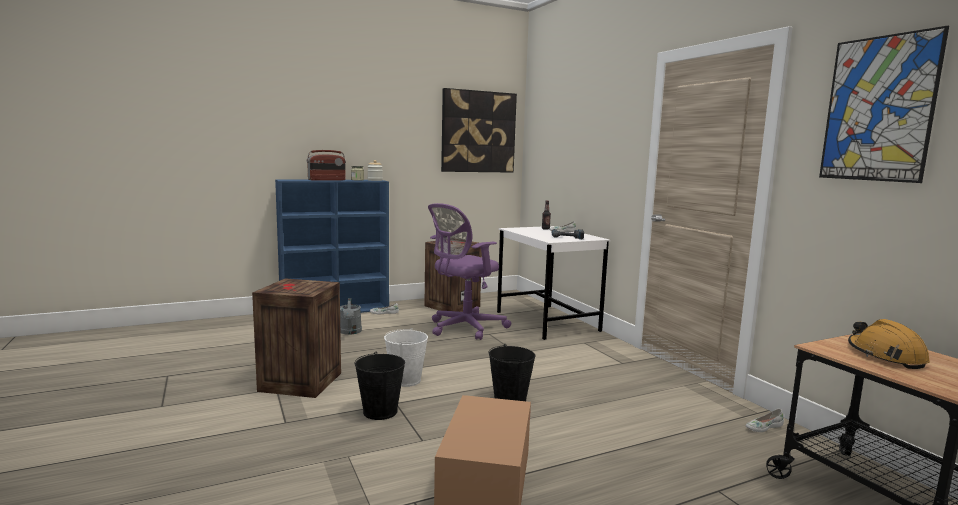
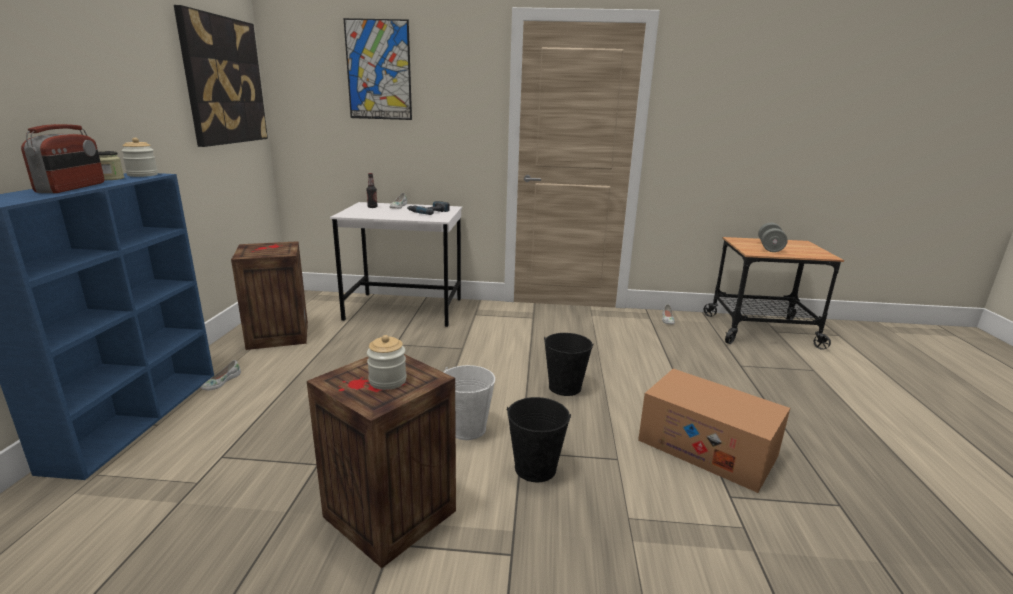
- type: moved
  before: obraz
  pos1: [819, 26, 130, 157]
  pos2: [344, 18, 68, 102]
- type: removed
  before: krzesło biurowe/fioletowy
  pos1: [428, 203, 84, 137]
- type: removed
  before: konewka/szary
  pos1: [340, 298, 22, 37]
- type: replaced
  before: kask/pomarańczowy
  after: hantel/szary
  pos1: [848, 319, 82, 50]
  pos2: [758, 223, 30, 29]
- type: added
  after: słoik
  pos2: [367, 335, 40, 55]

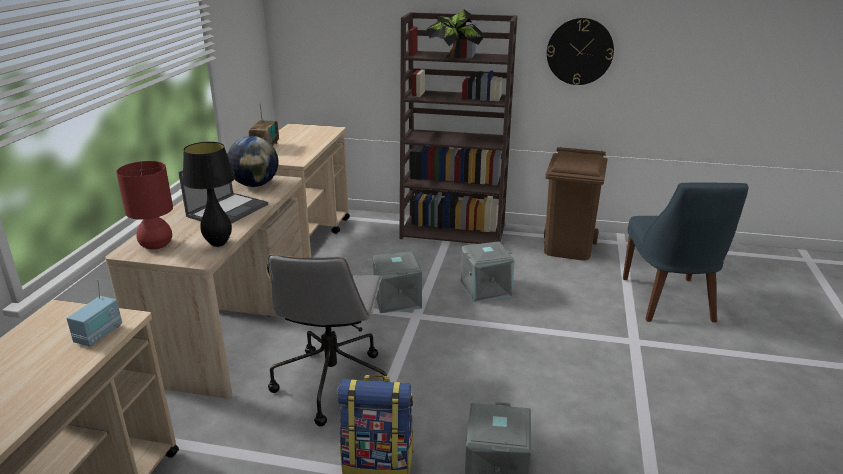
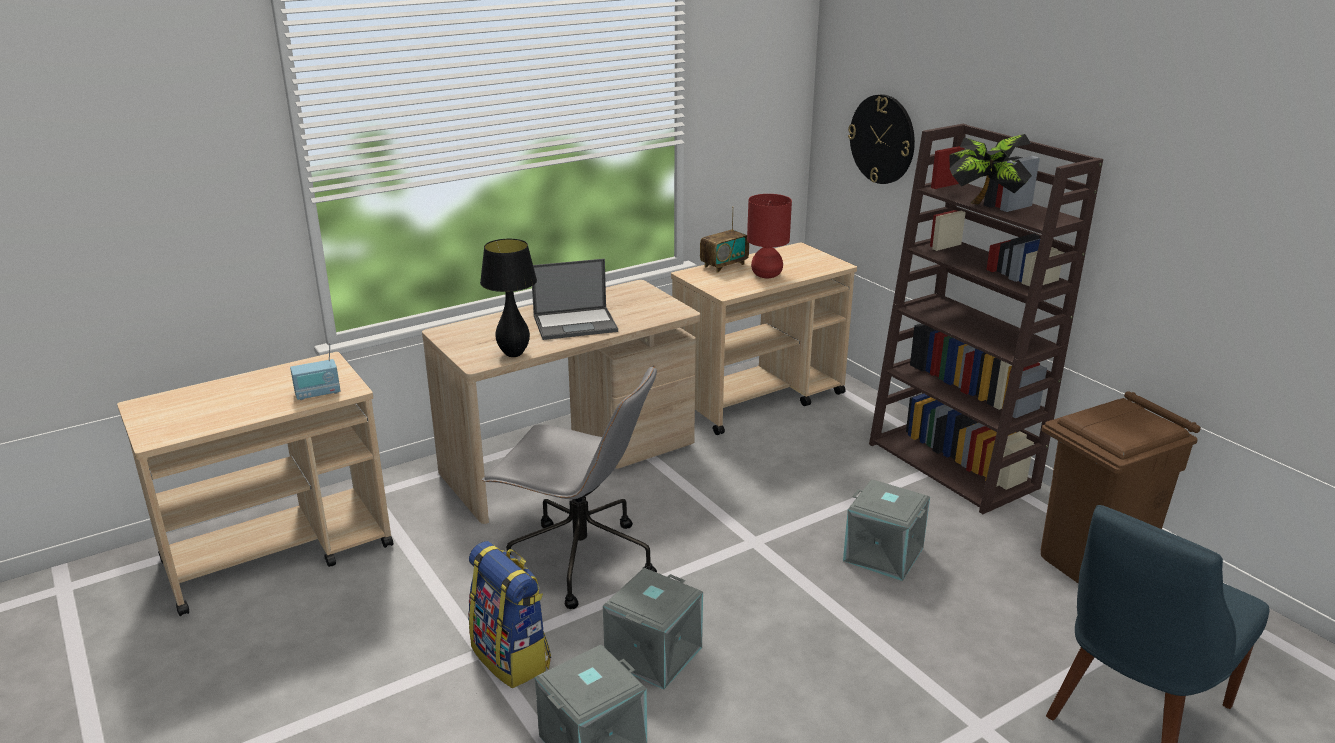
- type: moved
  before: zegar ścienny
  pos1: [547, 18, 67, 67]
  pos2: [848, 94, 67, 90]
- type: removed
  before: globus
  pos1: [228, 136, 50, 51]
- type: moved
  before: lampa stołowa/czerwony
  pos1: [116, 161, 57, 88]
  pos2: [747, 194, 45, 84]
- type: moved
  before: pojemnik do przechowywania/szary
  pos1: [373, 251, 49, 62]
  pos2: [603, 568, 100, 122]
- type: turned
  before: krzesło biurowe/szary
  pos1: [268, 254, 119, 172]
  pos2: [482, 365, 175, 244]
  turn: -120

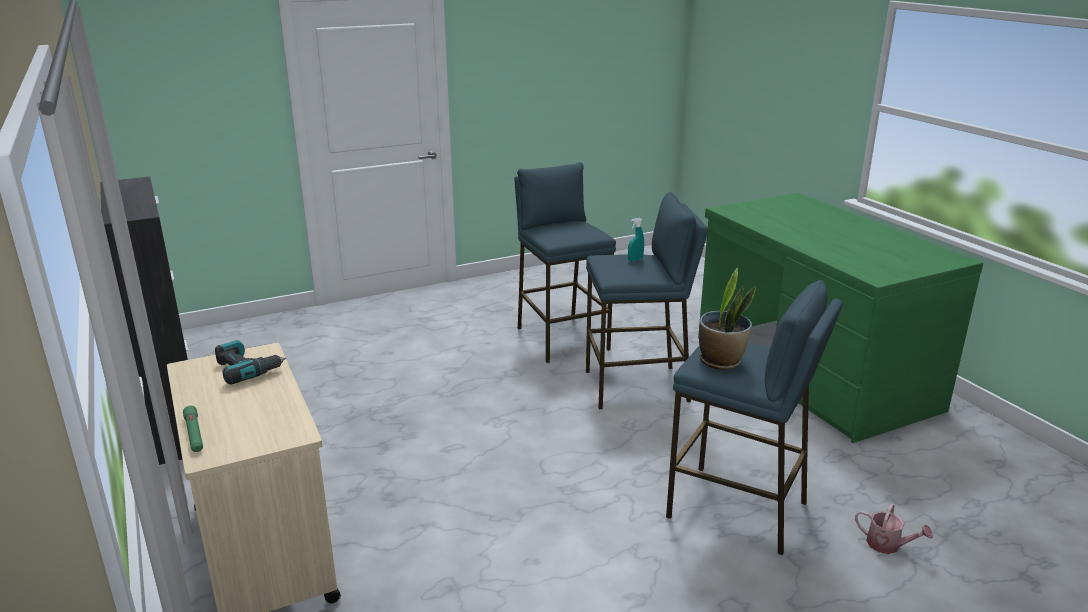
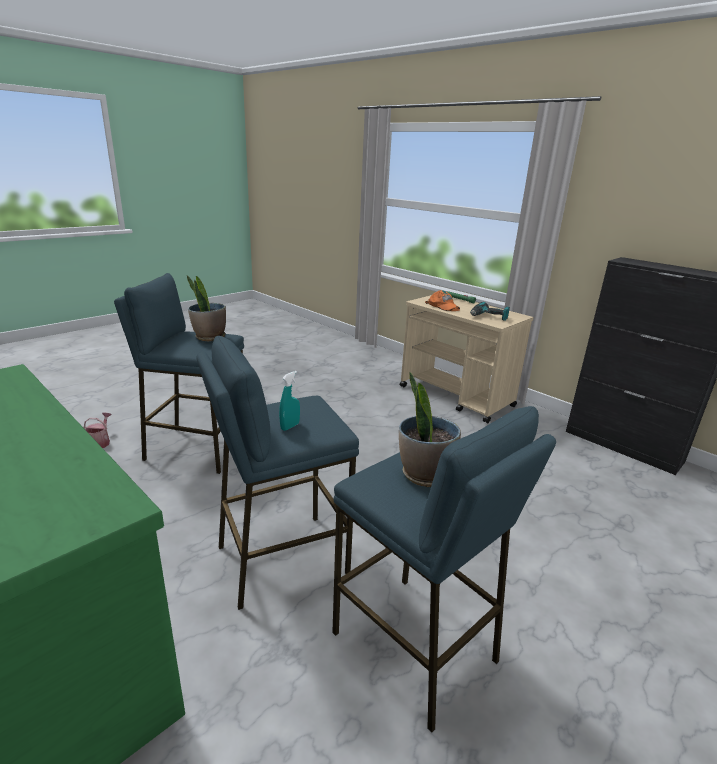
- type: turned
  before: konewka
  pos1: [855, 504, 78, 50]
  pos2: [84, 412, 27, 36]
  turn: 75
- type: added
  after: czapka z daszkiem/pomarańczowy
  pos2: [425, 290, 35, 21]
- type: added
  after: roślina doniczkowa
  pos2: [399, 372, 62, 115]

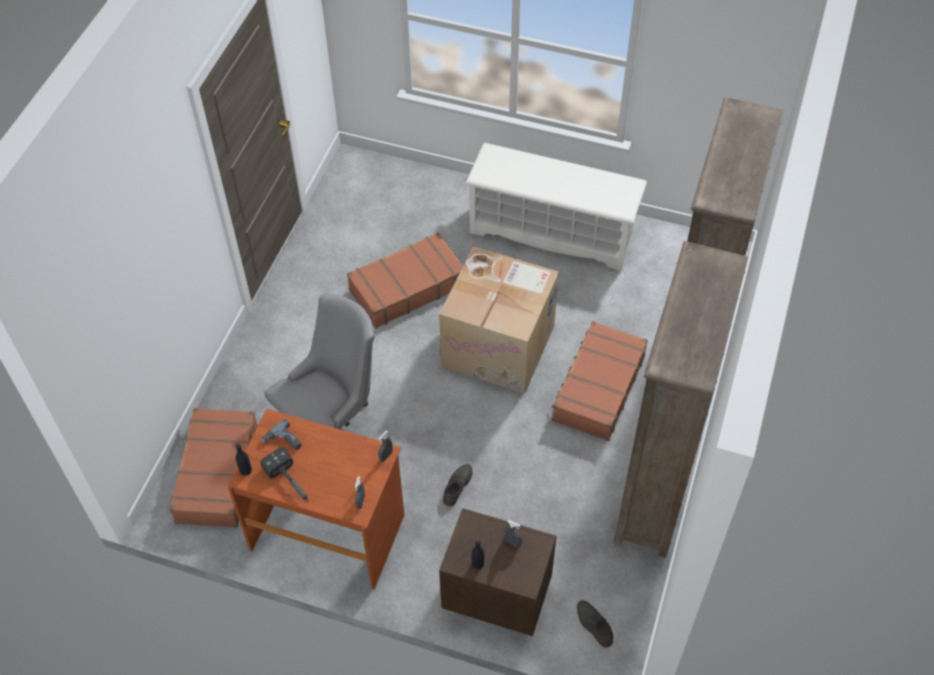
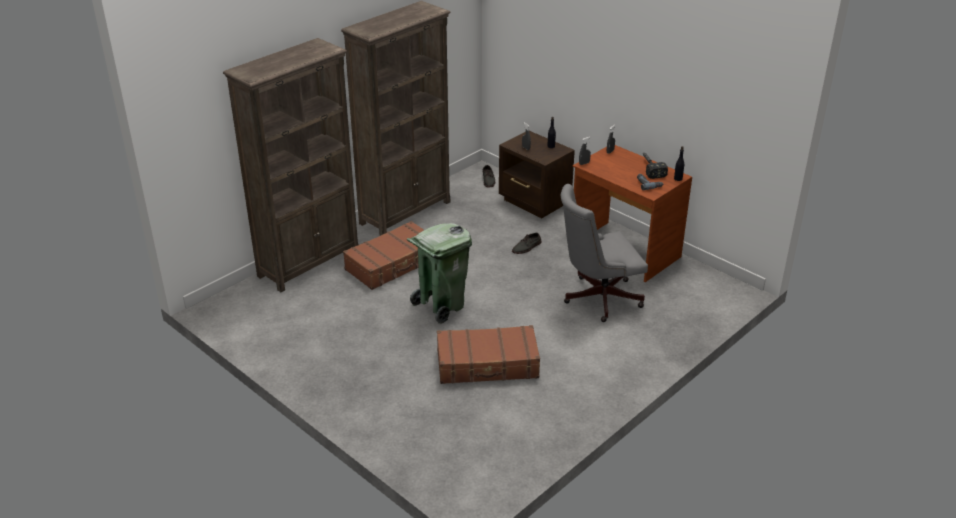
- type: removed
  before: regał na buty/biały
  pos1: [466, 143, 181, 128]
- type: replaced
  before: karton
  after: kosz na śmieci/zielony
  pos1: [439, 246, 120, 148]
  pos2: [407, 223, 65, 101]
- type: removed
  before: walizka/brązowy
  pos1: [169, 408, 89, 120]

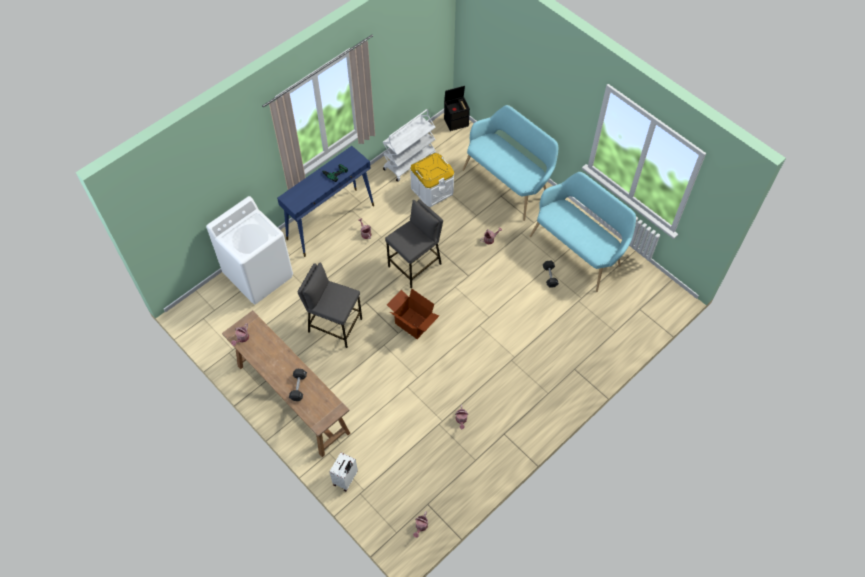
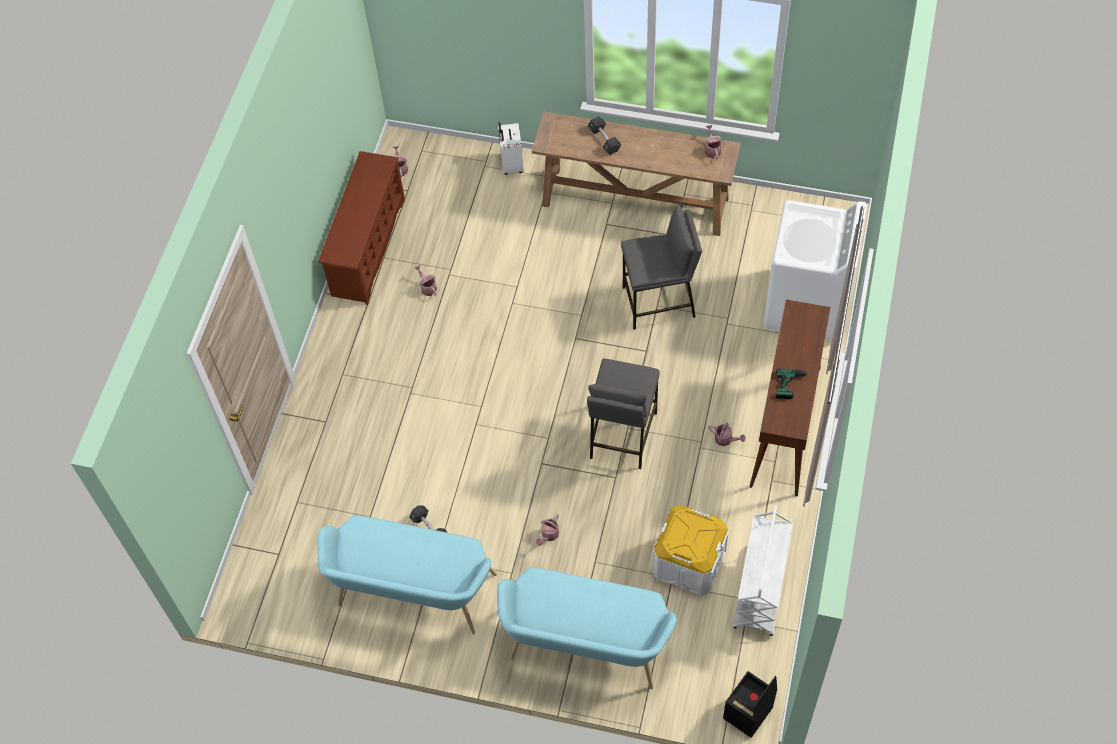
- type: recoloured
  before: stolik konsolowy/niebieski
  after: stolik konsolowy/brązowy
  pos1: [277, 146, 97, 111]
  pos2: [749, 300, 81, 197]
- type: removed
  before: karton
  pos1: [387, 288, 52, 51]
- type: added
  after: regał na buty/brązowy
  pos2: [318, 151, 87, 154]

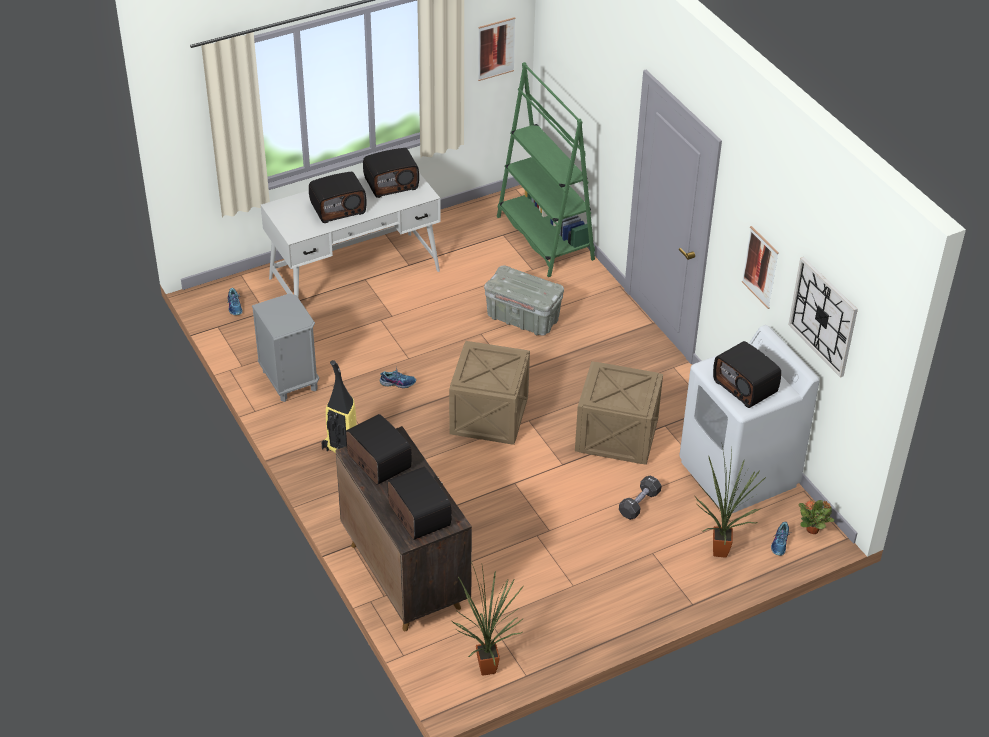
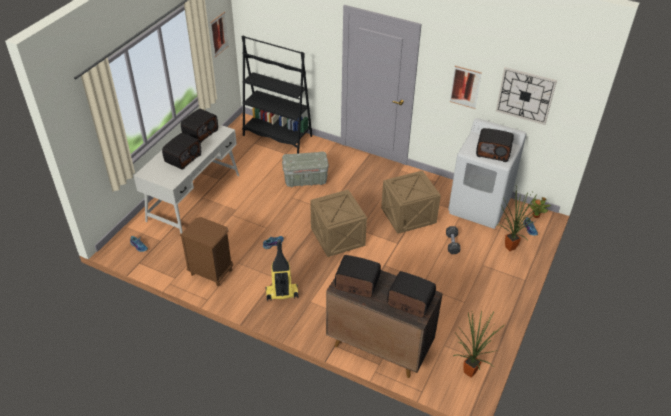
- type: recoloured
  before: regał/zielony
  after: regał/czarny
  pos1: [497, 62, 98, 215]
  pos2: [241, 35, 71, 119]
- type: recoloured
  before: szafka nocna/szary
  after: szafka nocna/brązowy
  pos1: [252, 294, 67, 108]
  pos2: [180, 217, 53, 69]

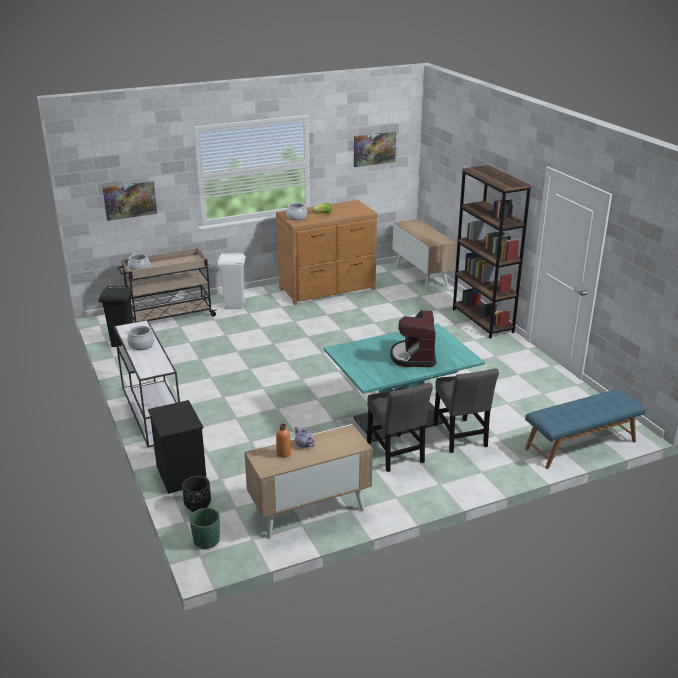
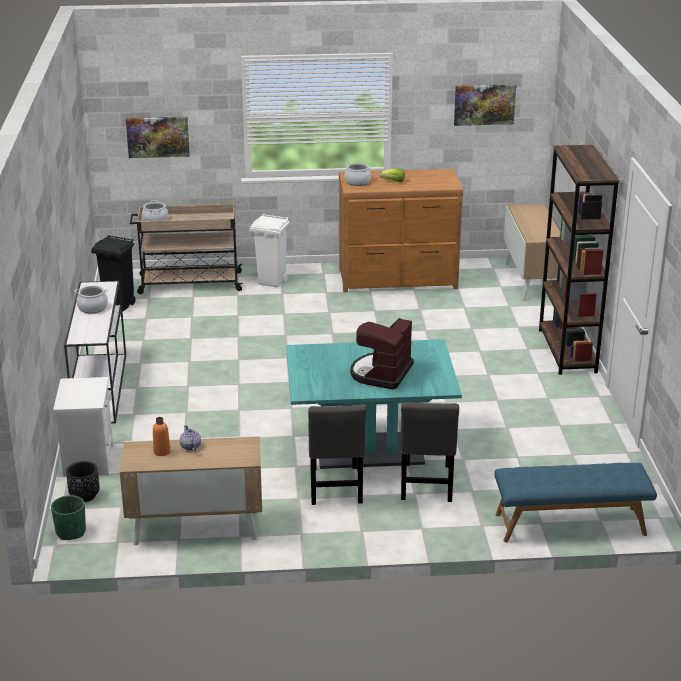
- type: recoloured
  before: szafka nocna/czarny
  after: szafka nocna/biały
  pos1: [148, 400, 59, 94]
  pos2: [53, 377, 60, 100]

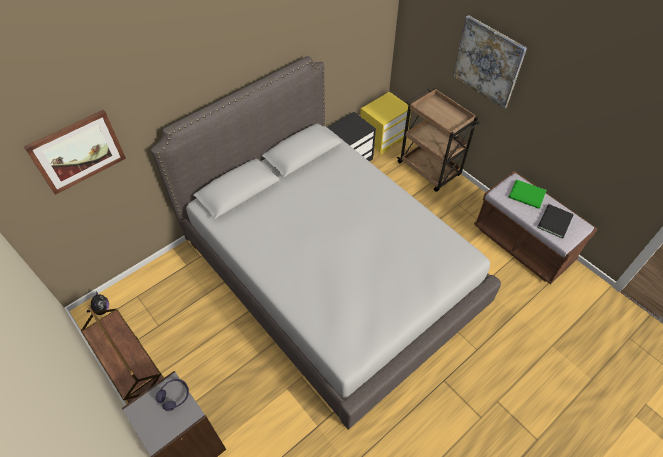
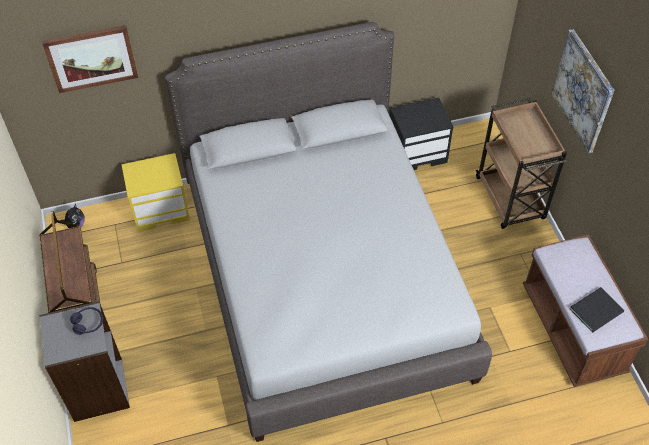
- type: moved
  before: szafka nocna/żółty
  pos1: [360, 92, 51, 63]
  pos2: [121, 153, 69, 79]
- type: removed
  before: książka/zielony
  pos1: [508, 179, 39, 30]

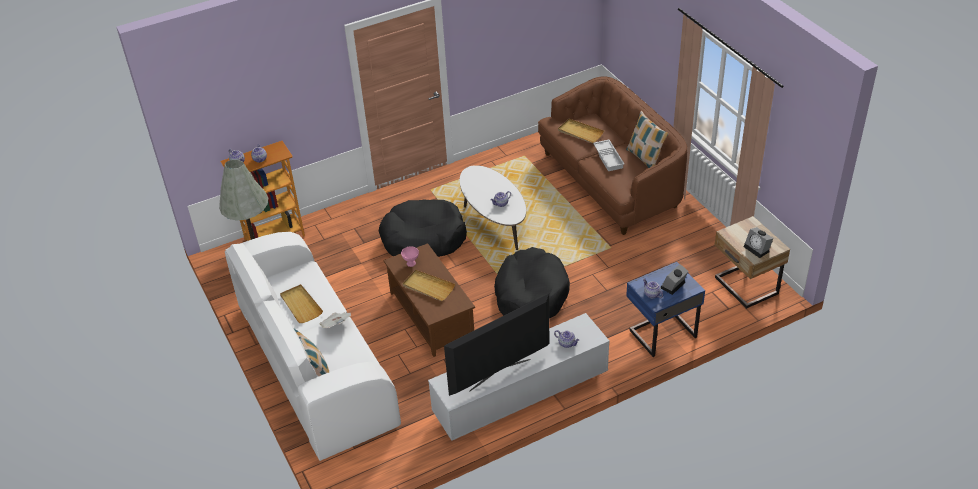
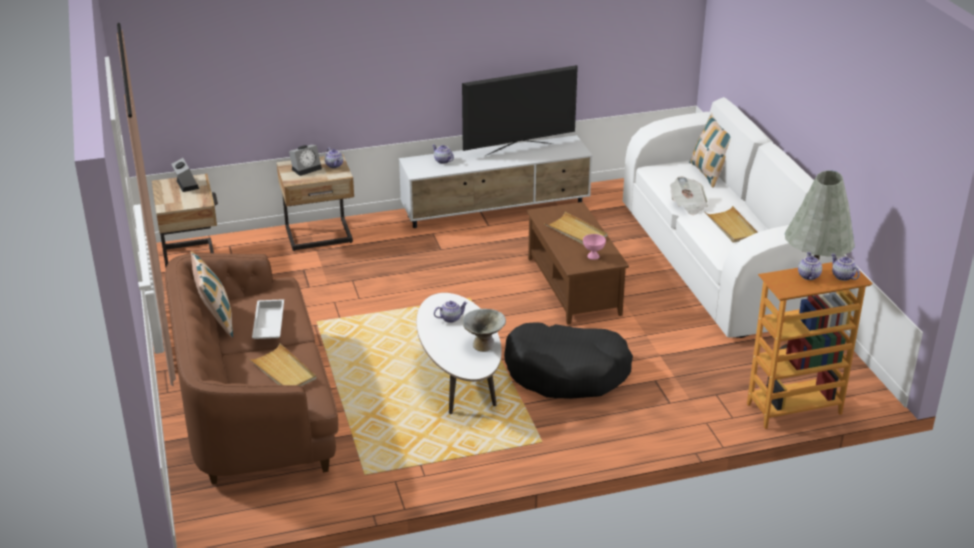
- type: removed
  before: legowisko/czarny
  pos1: [494, 247, 76, 72]
- type: recoloured
  before: szafka nocna/niebieski
  after: szafka nocna/beżowy
  pos1: [626, 262, 79, 95]
  pos2: [277, 154, 77, 97]
- type: added
  after: miska/szary
  pos2: [462, 309, 44, 43]

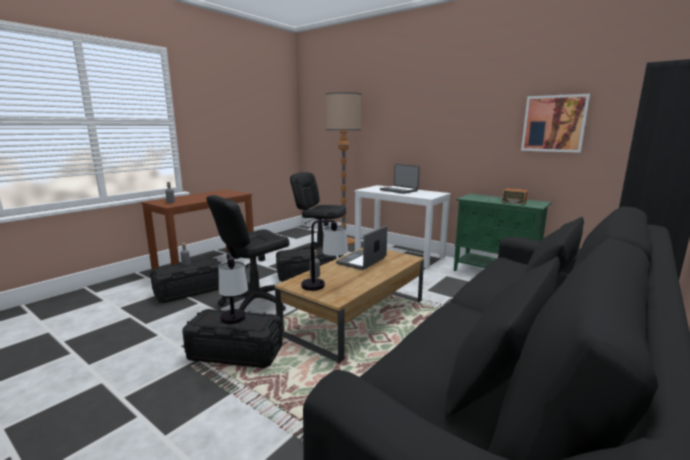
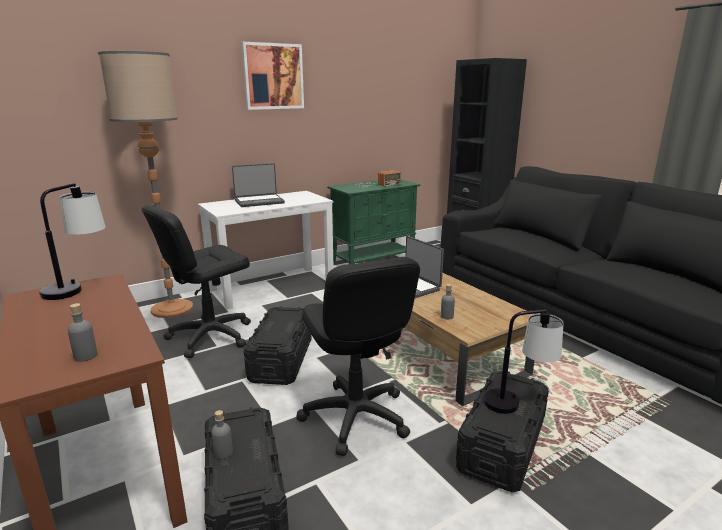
- type: moved
  before: obraz
  pos1: [521, 94, 69, 59]
  pos2: [241, 42, 63, 68]
- type: moved
  before: lampa stołowa
  pos1: [301, 220, 47, 71]
  pos2: [39, 183, 67, 117]

